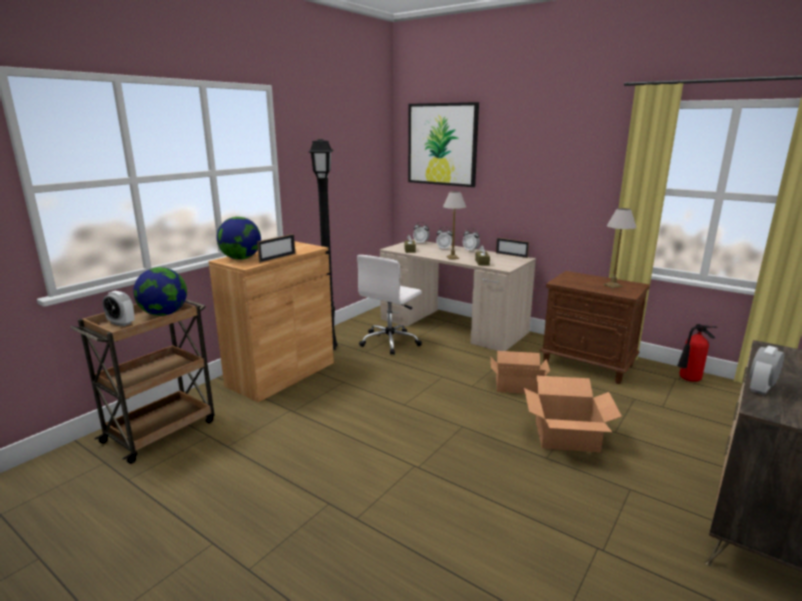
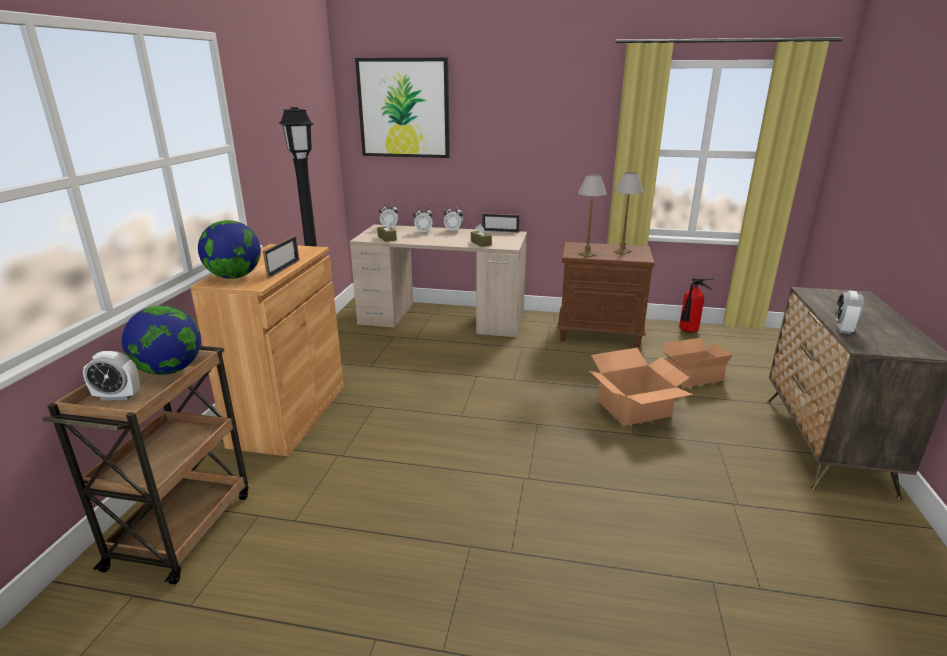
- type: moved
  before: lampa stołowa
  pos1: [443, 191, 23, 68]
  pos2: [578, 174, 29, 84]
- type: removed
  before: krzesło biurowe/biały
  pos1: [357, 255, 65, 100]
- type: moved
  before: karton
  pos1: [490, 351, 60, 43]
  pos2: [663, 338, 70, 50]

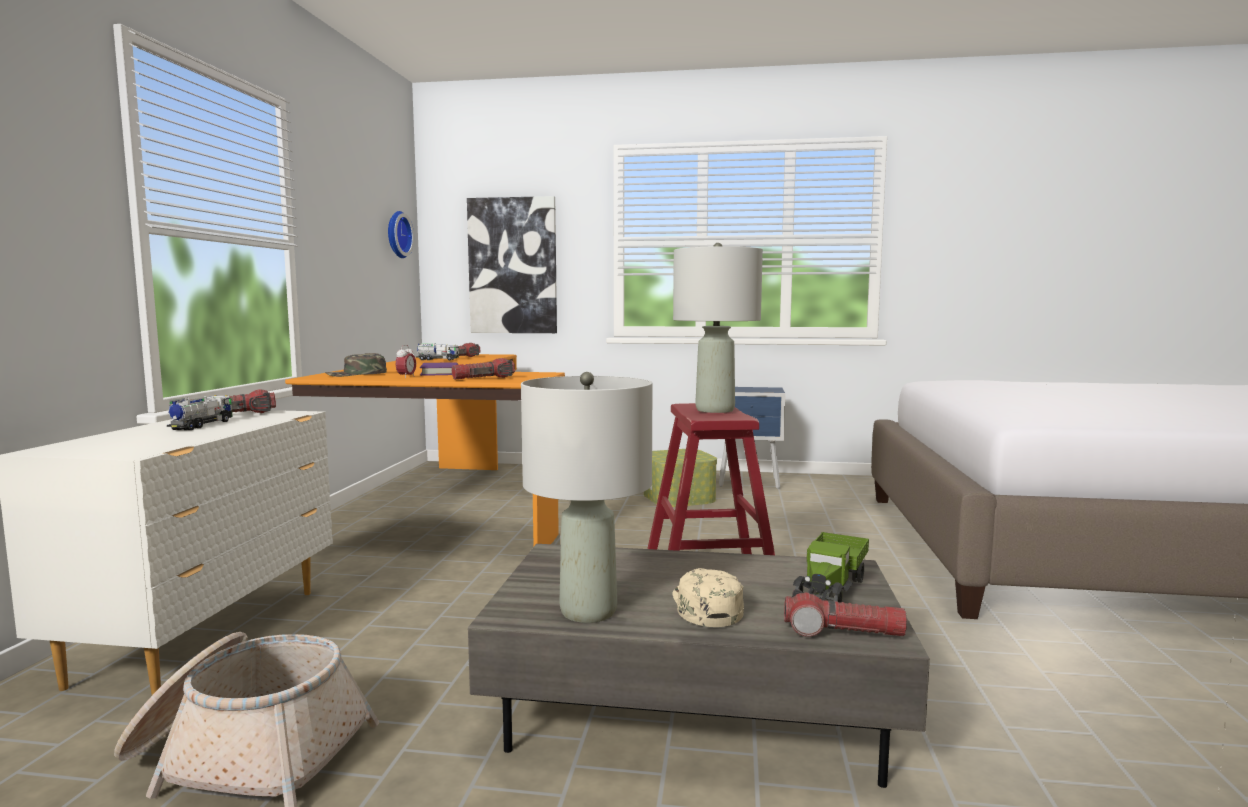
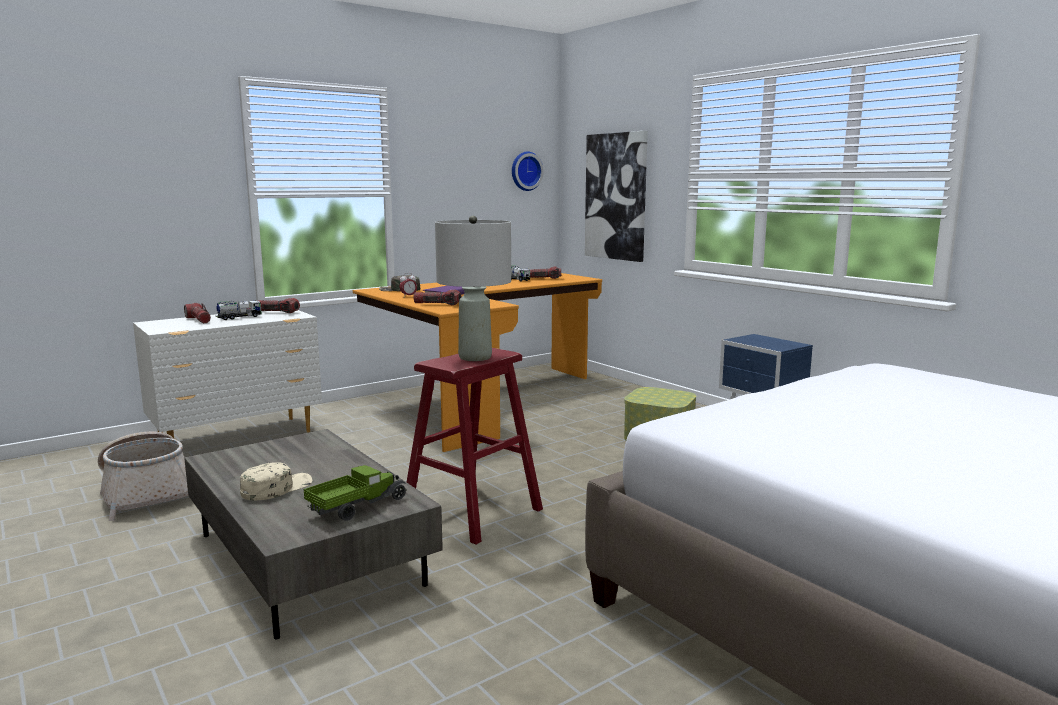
- type: removed
  before: lampa stołowa/szary
  pos1: [521, 372, 132, 251]
- type: turned
  before: ciężarówka zabawkowa
  pos1: [793, 532, 76, 71]
  pos2: [304, 465, 103, 56]
  turn: 150
- type: moved
  before: latarka
  pos1: [784, 589, 123, 48]
  pos2: [184, 303, 27, 20]

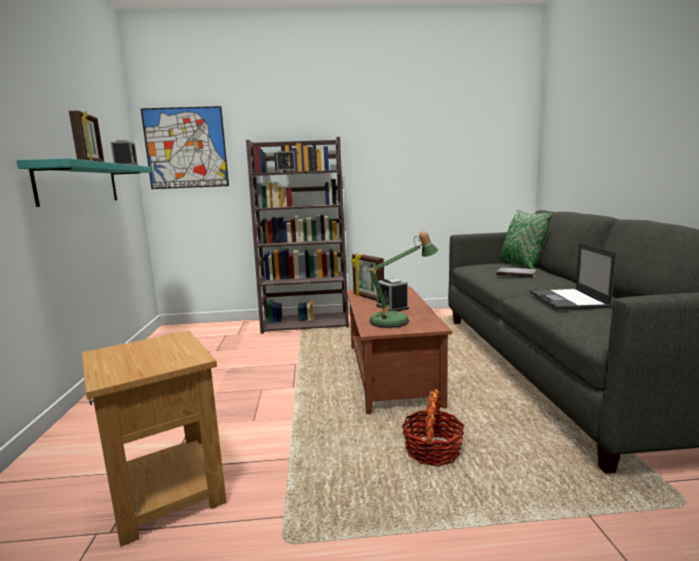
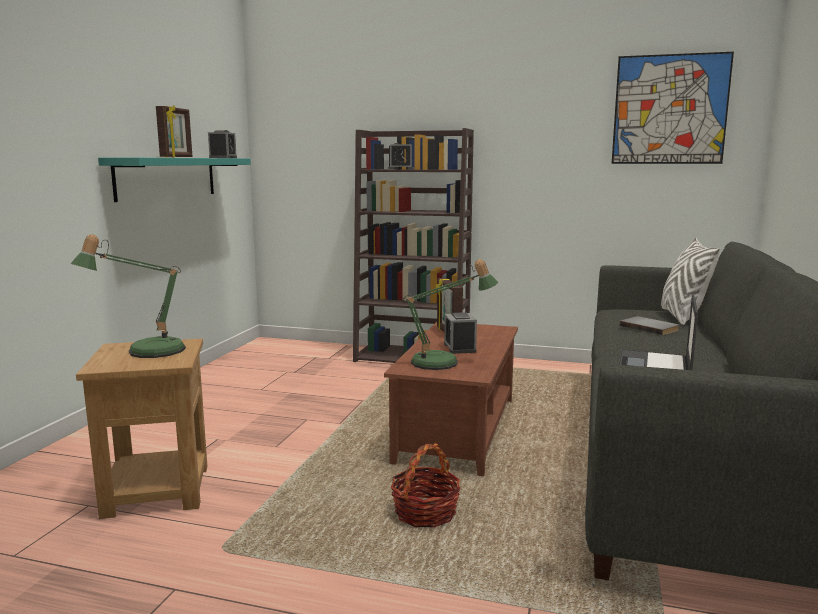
- type: moved
  before: obraz
  pos1: [141, 106, 88, 83]
  pos2: [612, 52, 122, 112]
- type: recoloured
  before: poduszka/zielony
  after: poduszka/biały
  pos1: [499, 209, 54, 60]
  pos2: [661, 238, 59, 87]
- type: added
  after: lampa stołowa
  pos2: [70, 234, 116, 124]

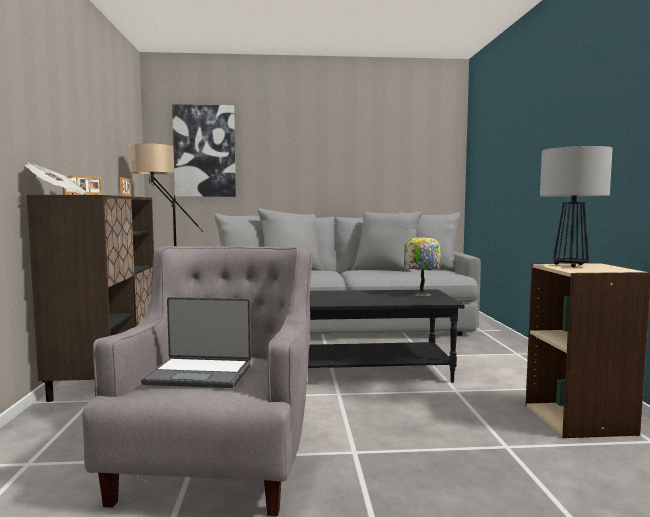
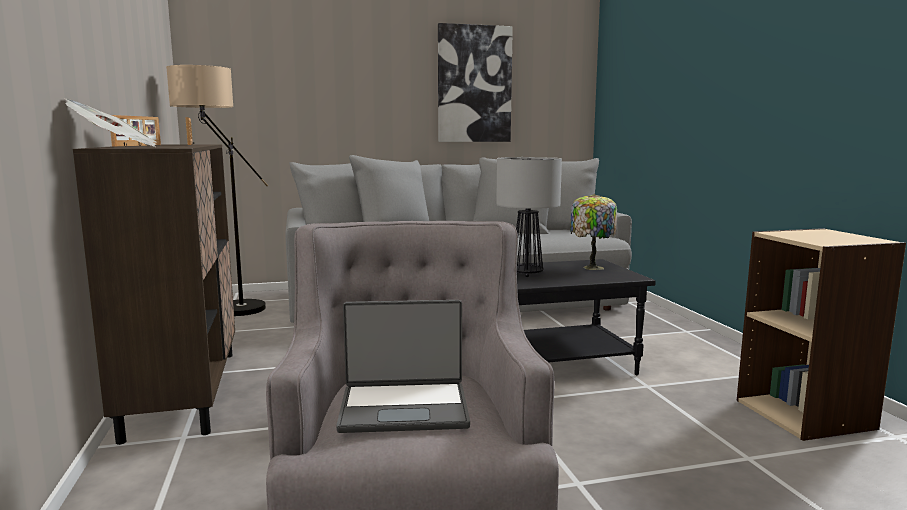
- type: moved
  before: obraz
  pos1: [172, 104, 64, 93]
  pos2: [438, 23, 75, 119]
- type: moved
  before: lampa stołowa
  pos1: [540, 146, 73, 121]
  pos2: [496, 157, 66, 120]

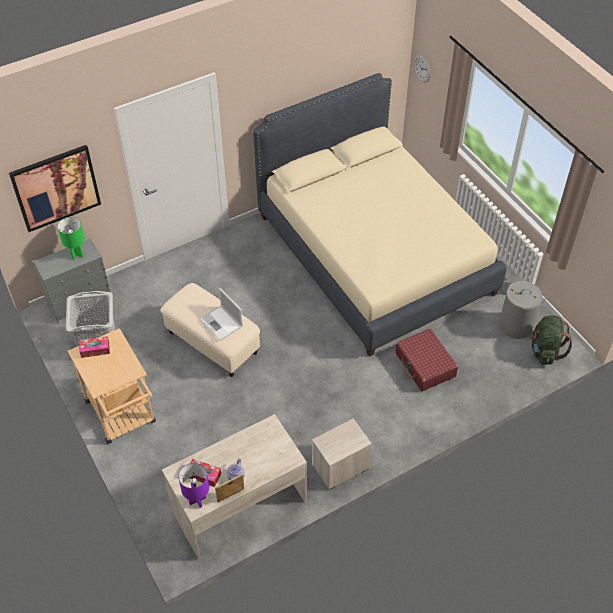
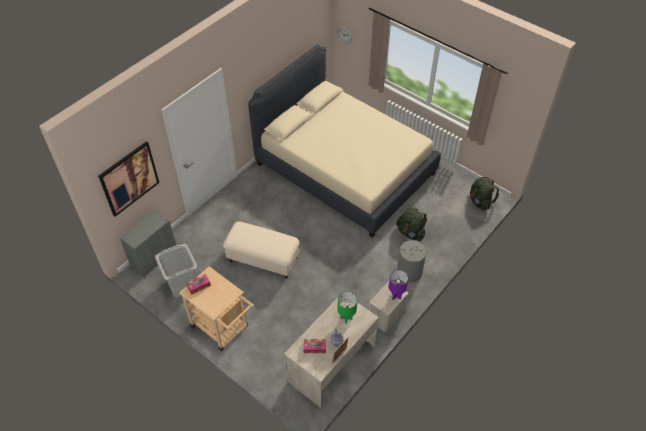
- type: moved
  before: lampa stołowa/zielony
  pos1: [57, 217, 28, 42]
  pos2: [337, 292, 20, 32]
- type: moved
  before: kosz na pranie/szary
  pos1: [499, 281, 47, 58]
  pos2: [397, 240, 32, 43]
- type: removed
  before: laptop
  pos1: [200, 288, 43, 53]
- type: replaced
  before: walizka/czerwony
  after: plecak/zielony
  pos1: [396, 329, 62, 62]
  pos2: [396, 208, 31, 33]
- type: moved
  before: lampa stołowa/fioletowy
  pos1: [178, 463, 31, 45]
  pos2: [389, 270, 19, 30]

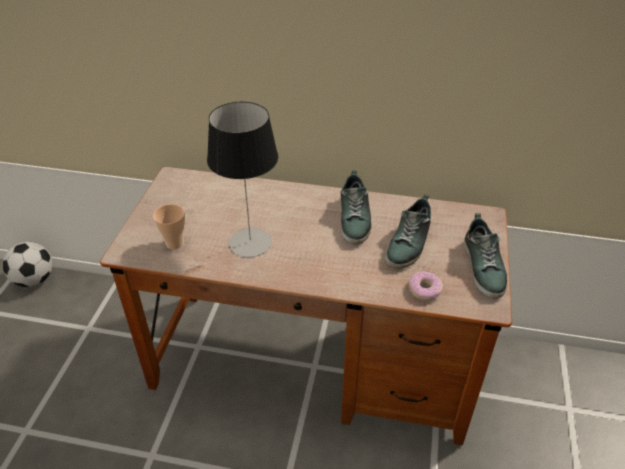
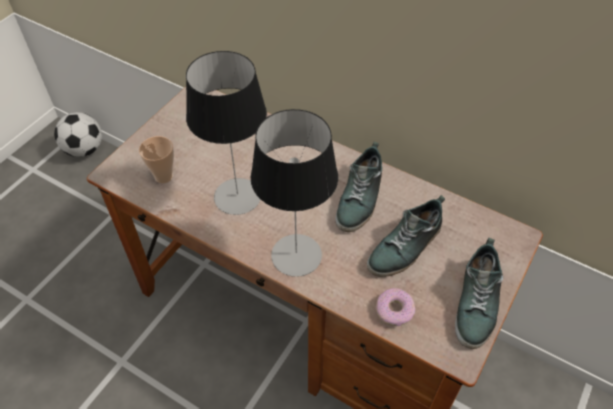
- type: added
  after: lampa stołowa
  pos2: [251, 109, 87, 168]

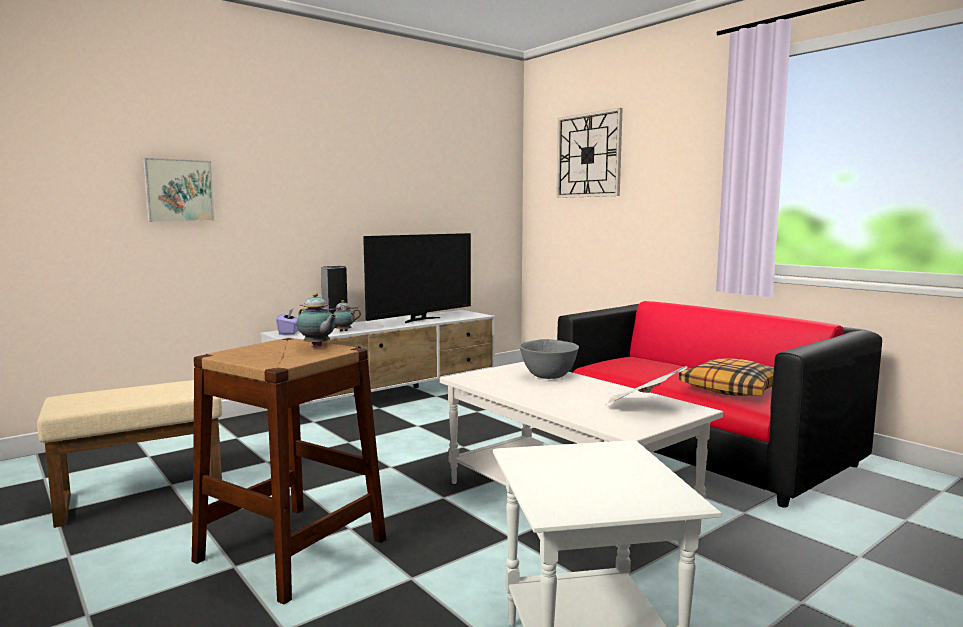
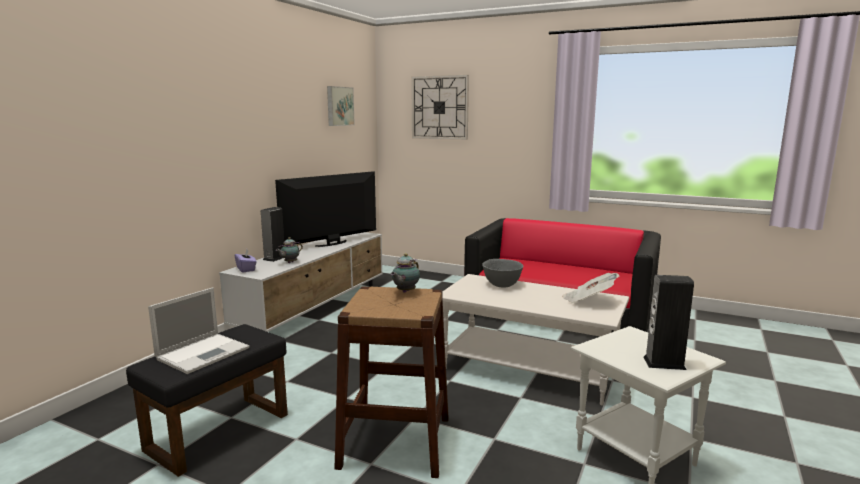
- type: moved
  before: obraz
  pos1: [143, 158, 72, 64]
  pos2: [327, 86, 28, 40]
- type: turned
  before: telewizor
  pos1: [363, 233, 108, 90]
  pos2: [275, 171, 101, 76]
  turn: -150
- type: turned
  before: imbryk
  pos1: [297, 293, 40, 53]
  pos2: [391, 253, 29, 40]
  turn: 105
- type: removed
  before: poduszka
  pos1: [679, 358, 95, 38]
- type: recoloured
  before: pufa/beżowy
  after: pufa/czarny
  pos1: [37, 380, 185, 148]
  pos2: [126, 324, 162, 153]
- type: added
  after: głośnik
  pos2: [643, 275, 51, 95]
- type: added
  after: laptop
  pos2: [148, 287, 101, 87]

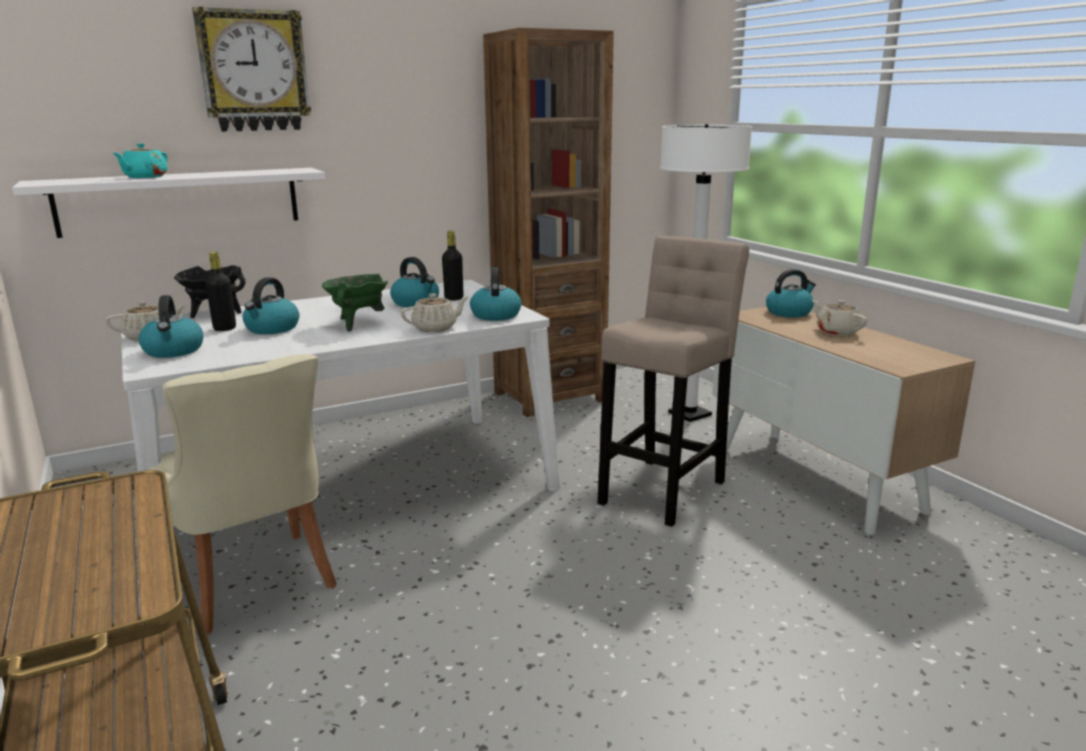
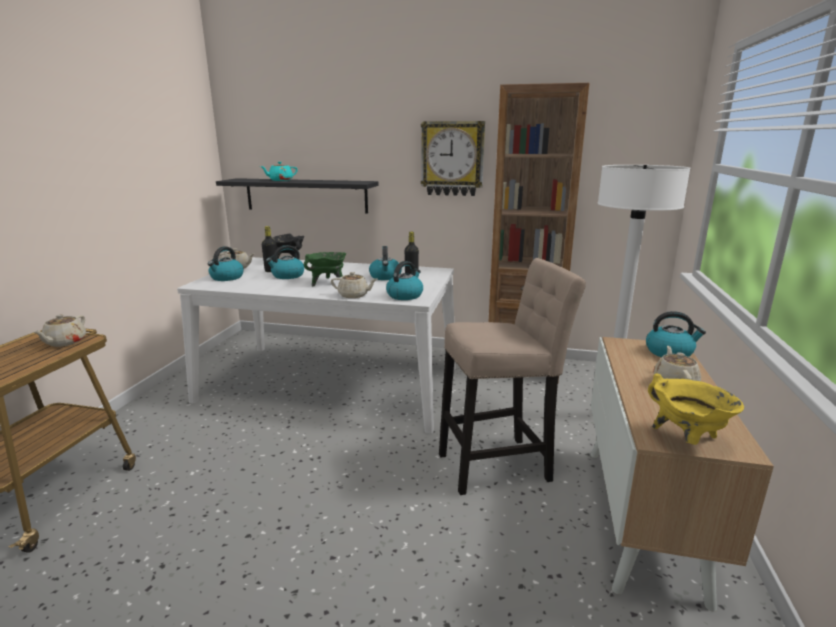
- type: moved
  before: zegar ścienny
  pos1: [192, 7, 119, 125]
  pos2: [421, 121, 64, 75]
- type: recoloured
  before: półka/biały
  after: półka/czarny
  pos1: [12, 168, 313, 70]
  pos2: [216, 178, 163, 36]
- type: removed
  before: krzesło/beżowy
  pos1: [149, 354, 188, 281]
- type: added
  after: imbryk/beżowy
  pos2: [33, 314, 53, 33]
- type: added
  after: garnek/żółty
  pos2: [648, 373, 96, 72]

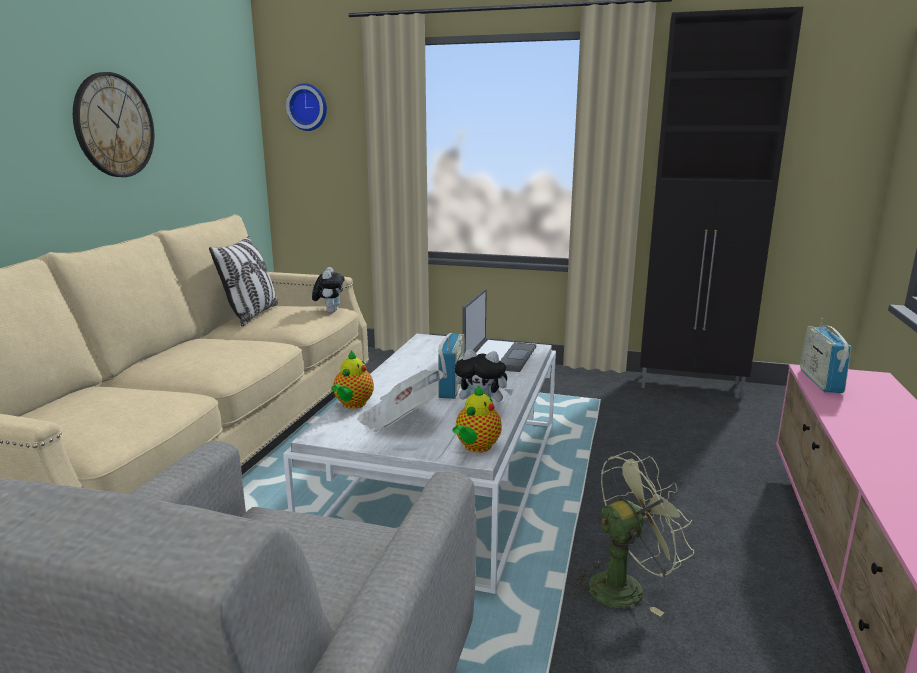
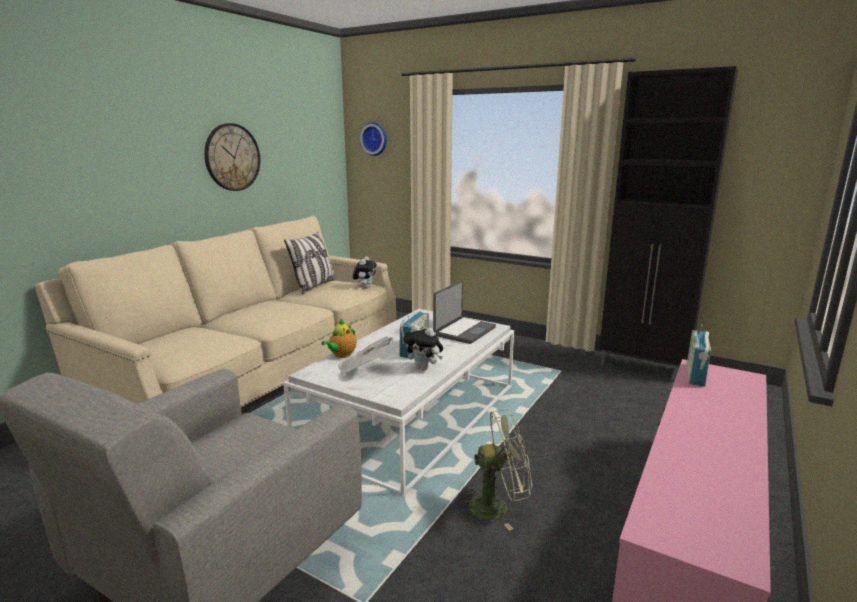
- type: removed
  before: imbryk
  pos1: [453, 386, 49, 67]

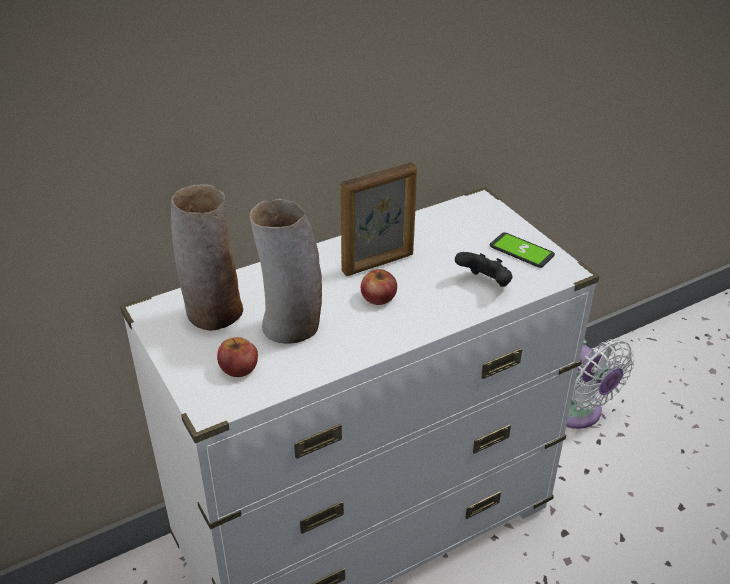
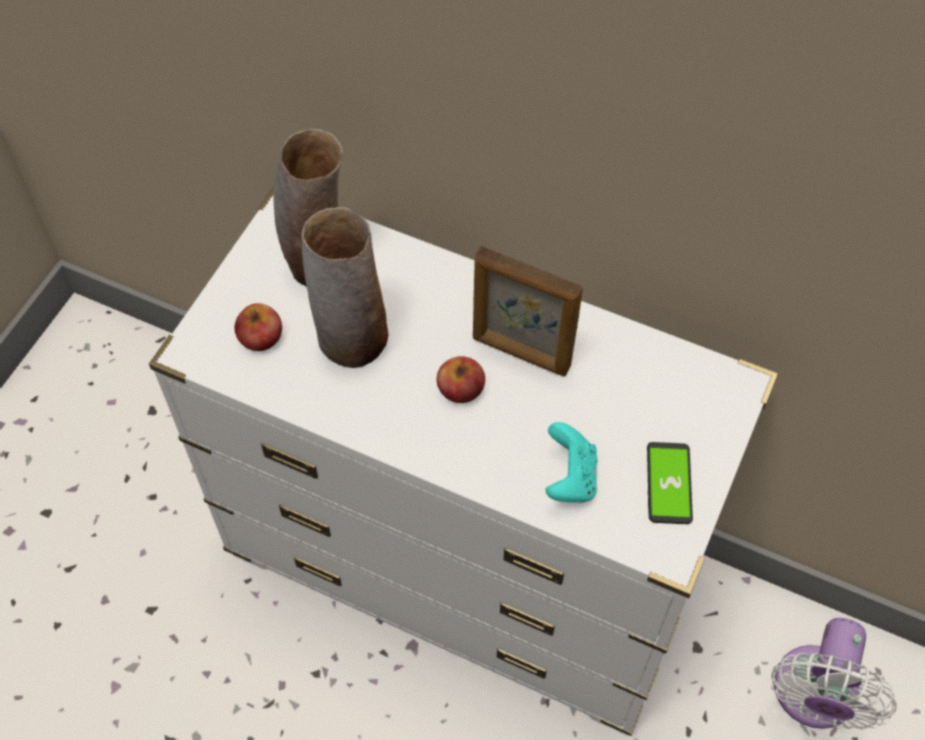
- type: recoloured
  before: pad do gier/czarny
  after: pad do gier/turkusowy
  pos1: [455, 252, 58, 35]
  pos2: [545, 422, 52, 81]

